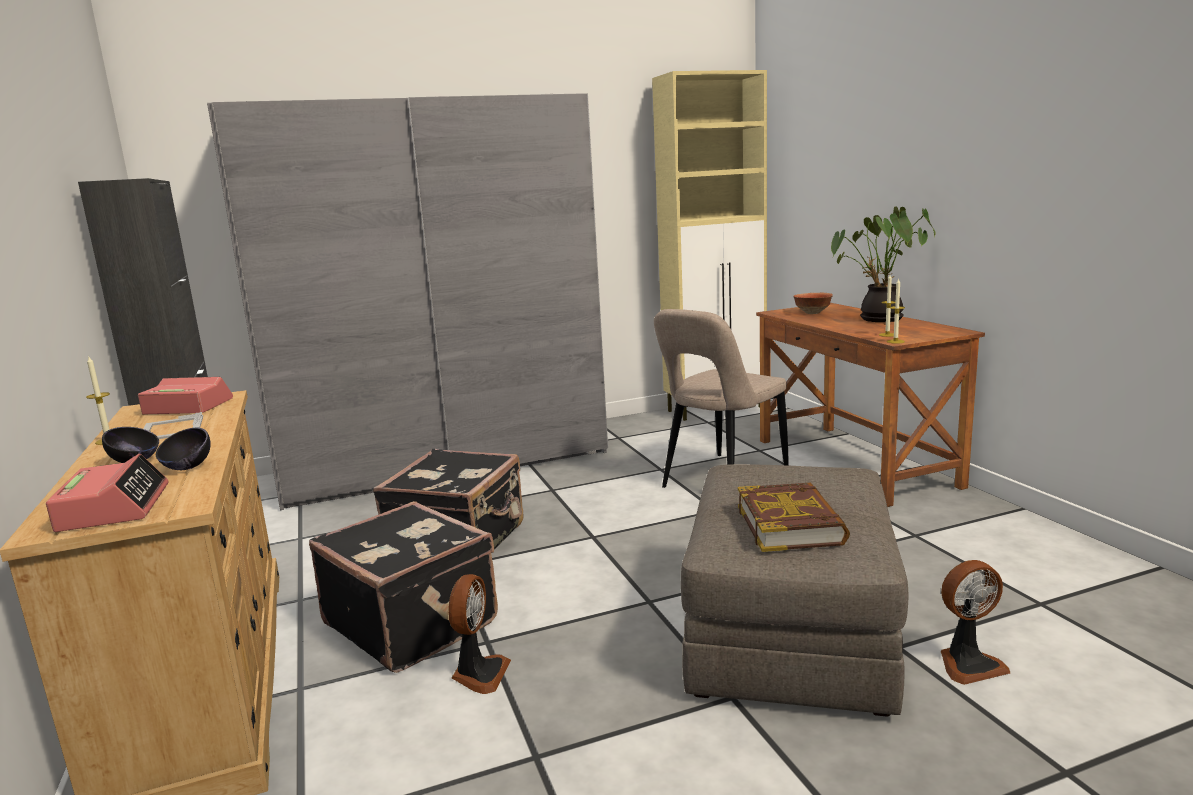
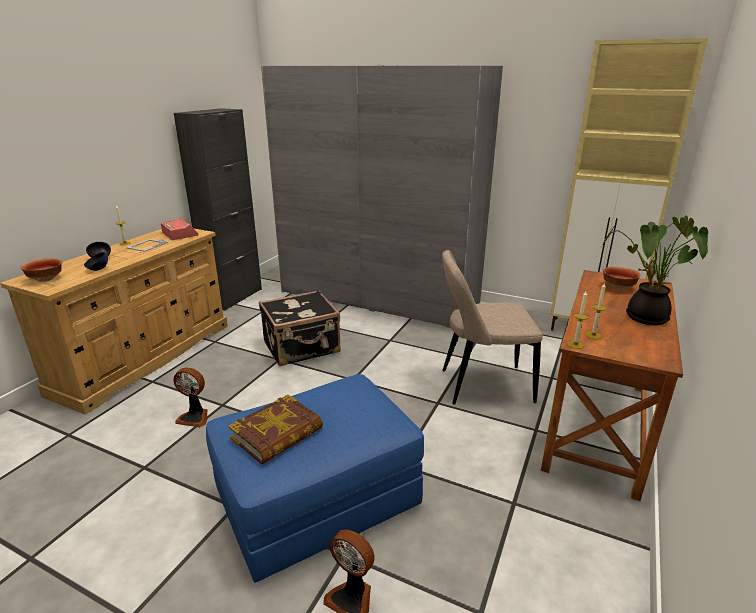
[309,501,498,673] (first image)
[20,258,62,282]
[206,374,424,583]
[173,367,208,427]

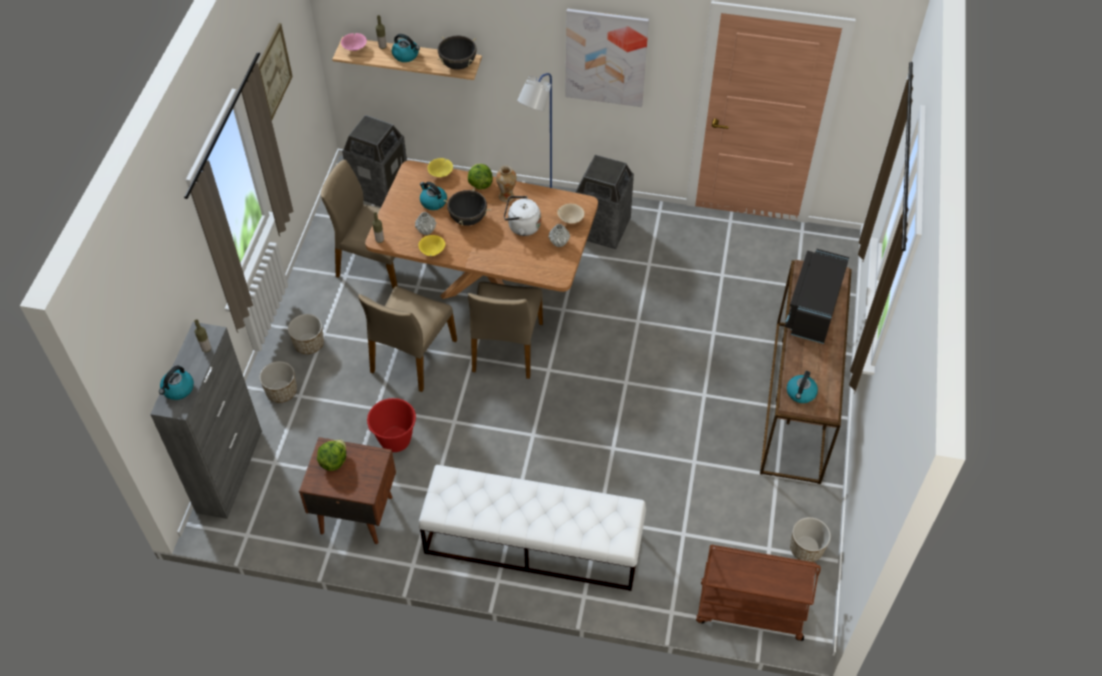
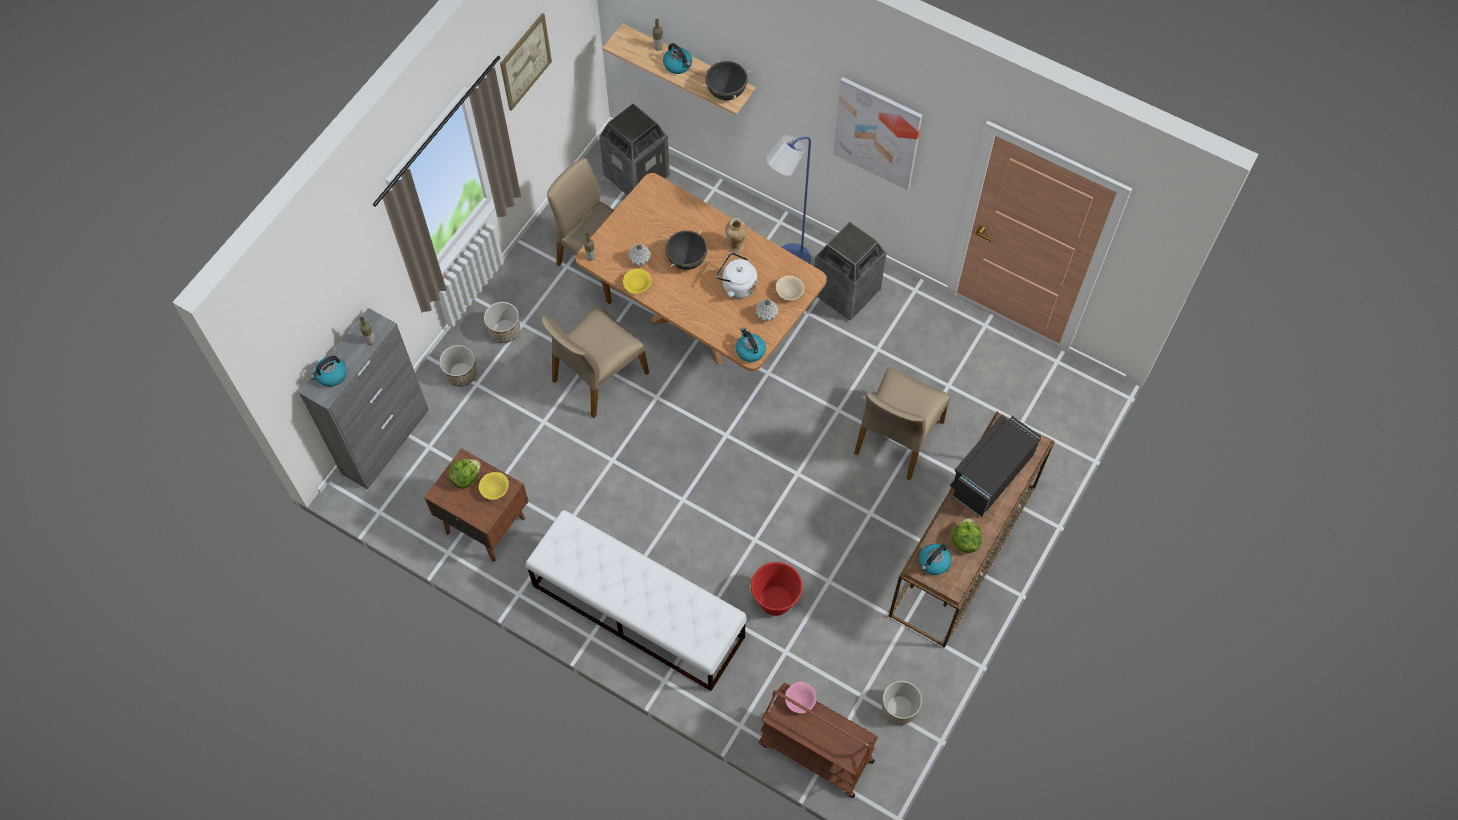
[785,682,816,713]
[749,562,803,616]
[736,327,766,362]
[479,472,509,500]
[952,518,982,553]
[854,367,950,480]

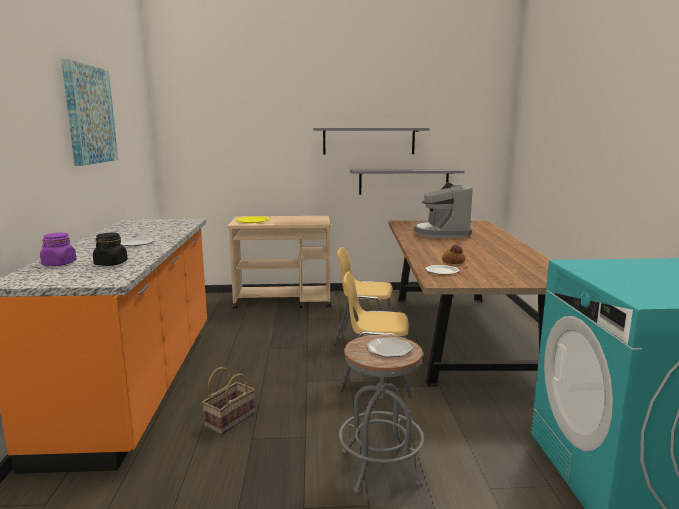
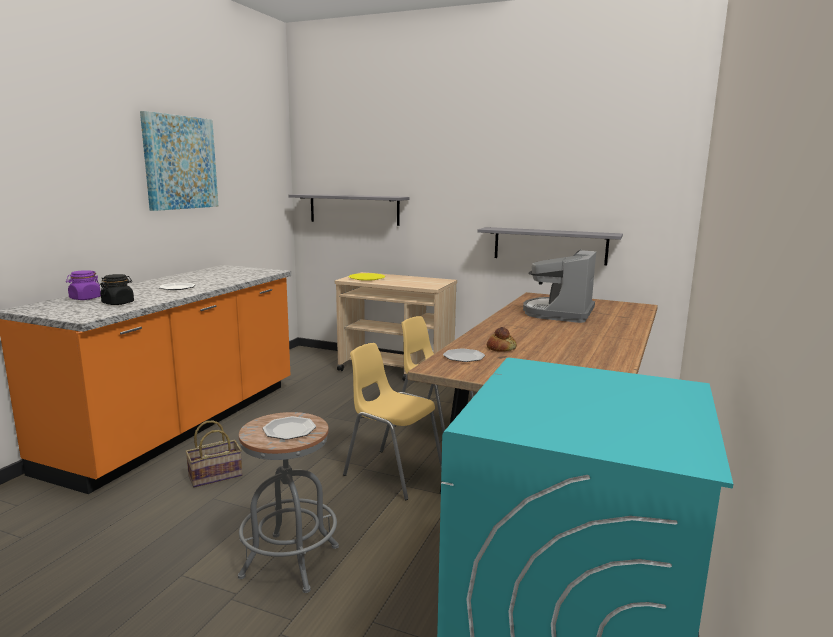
[289,194,410,226]

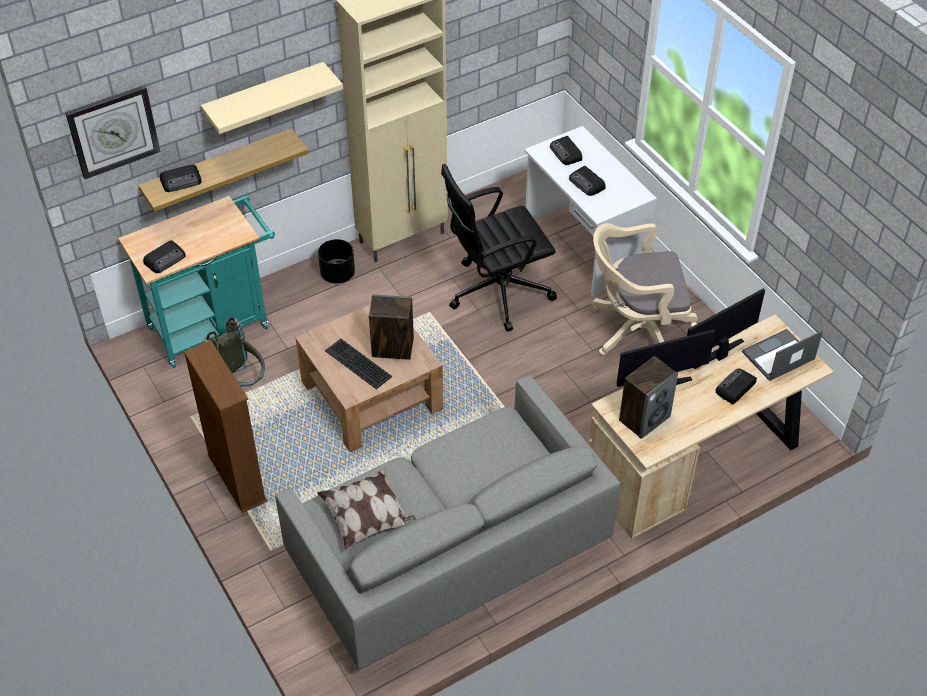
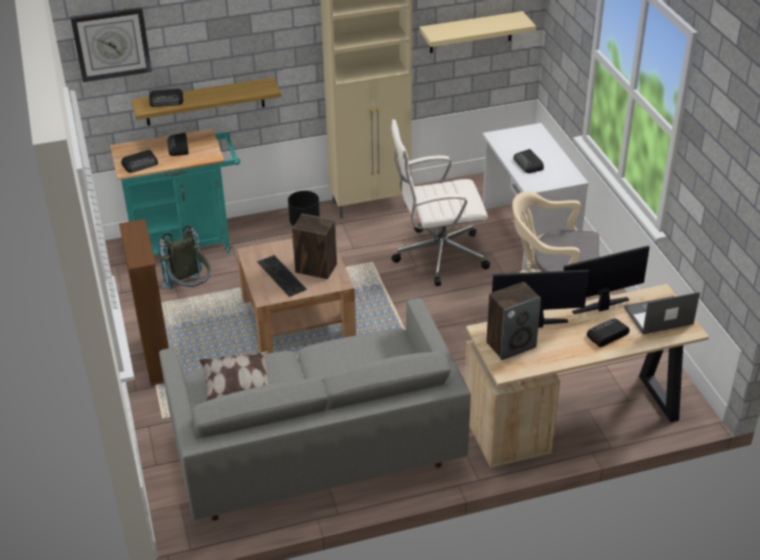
[419,11,536,53]
[167,133,189,156]
[391,119,490,286]

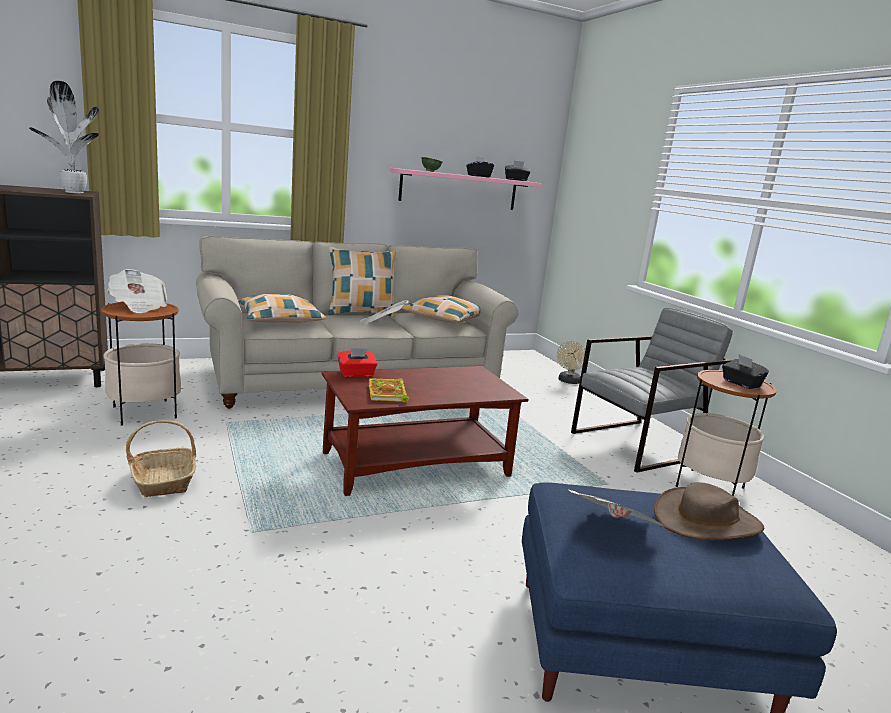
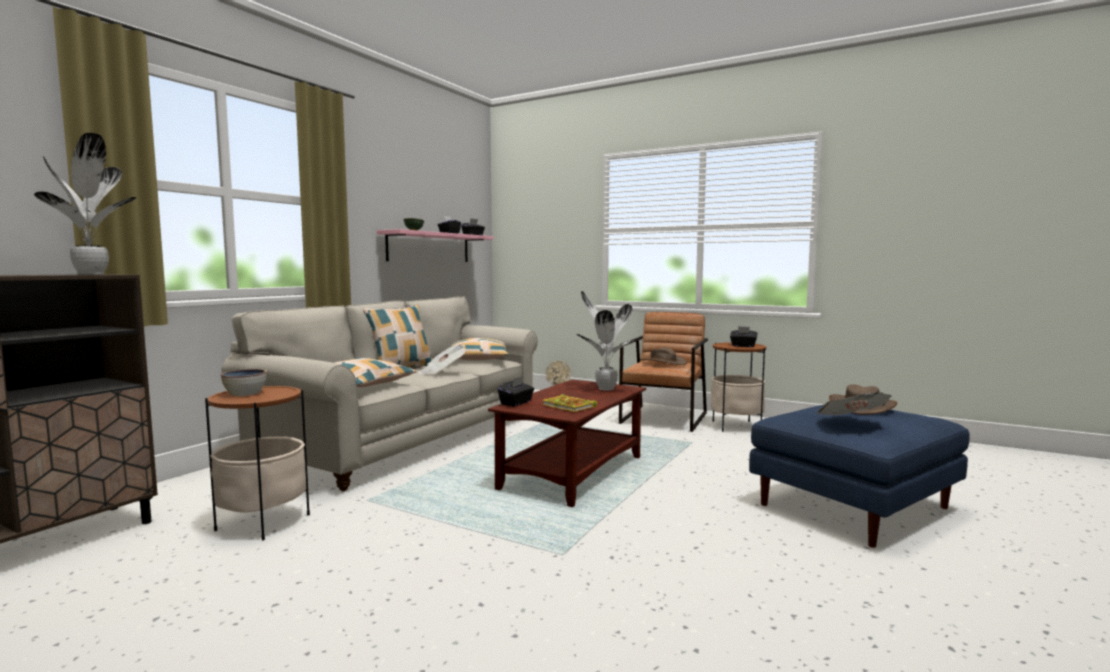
[126,420,196,497] (first image)
[576,291,634,391]
[640,347,687,365]
[221,369,267,396]
[497,376,534,406]
[619,312,708,432]

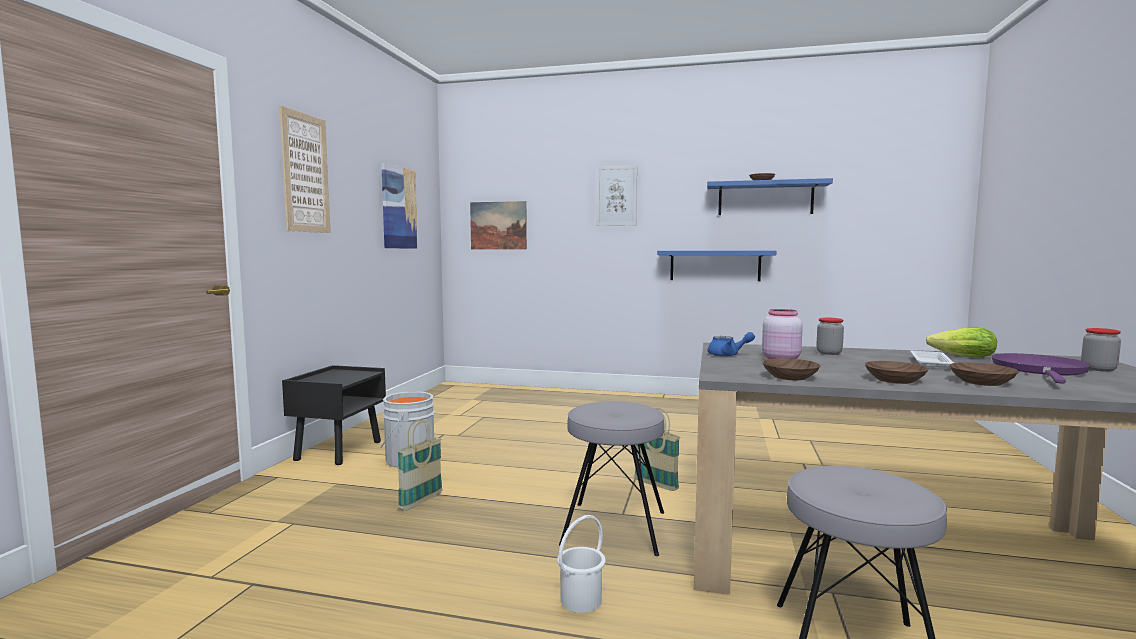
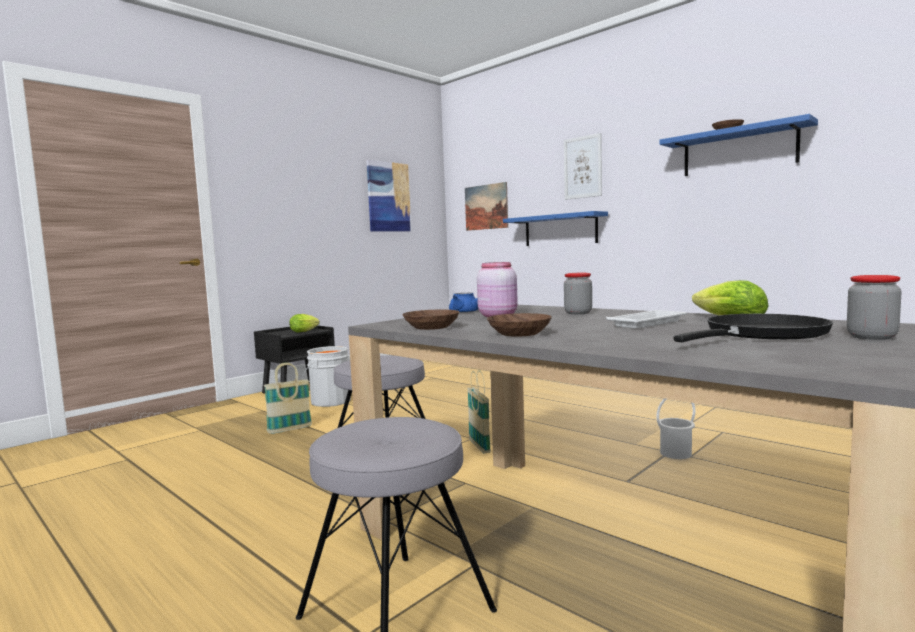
[280,106,331,233] (first image)
[950,362,1019,386] (first image)
[289,314,320,332]
[656,398,695,459]
[503,211,608,246]
[673,314,833,342]

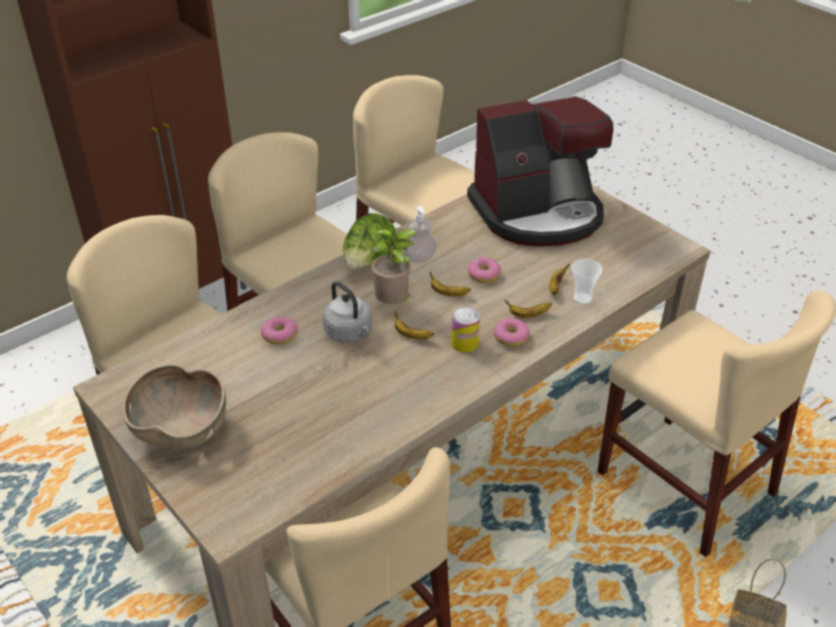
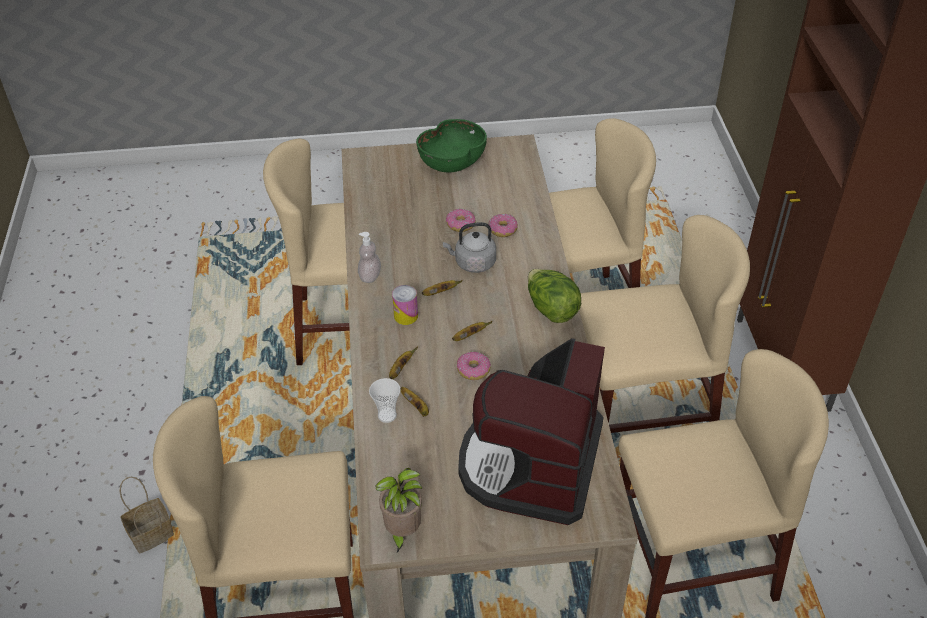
[375,468,422,553]
[358,232,381,283]
[446,209,476,232]
[416,119,487,173]

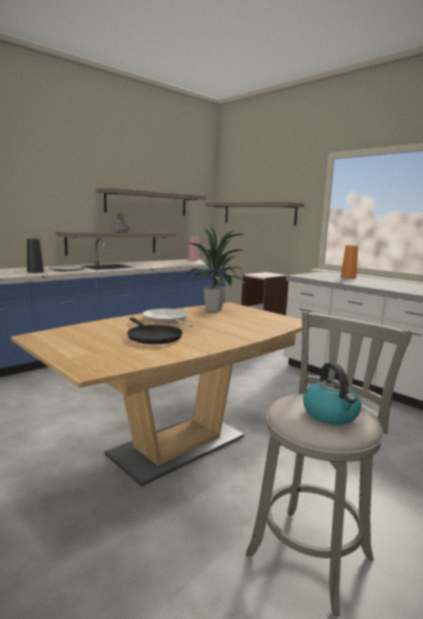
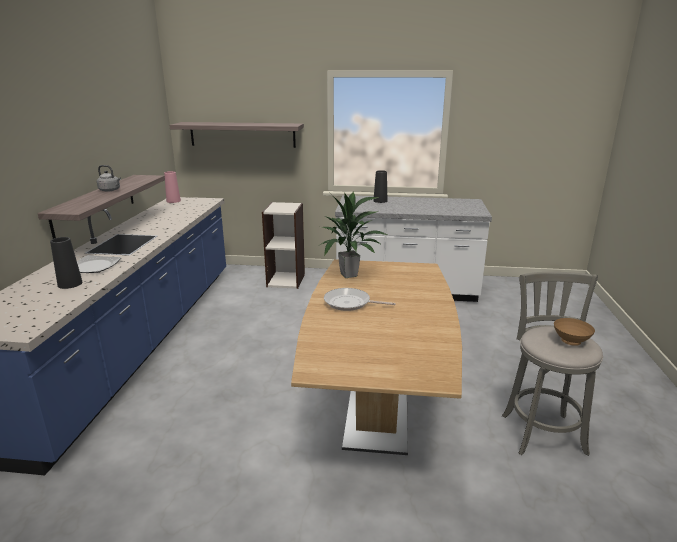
[96,188,206,216] (first image)
[127,317,183,344] (first image)
[554,318,595,346]
[373,170,387,203]

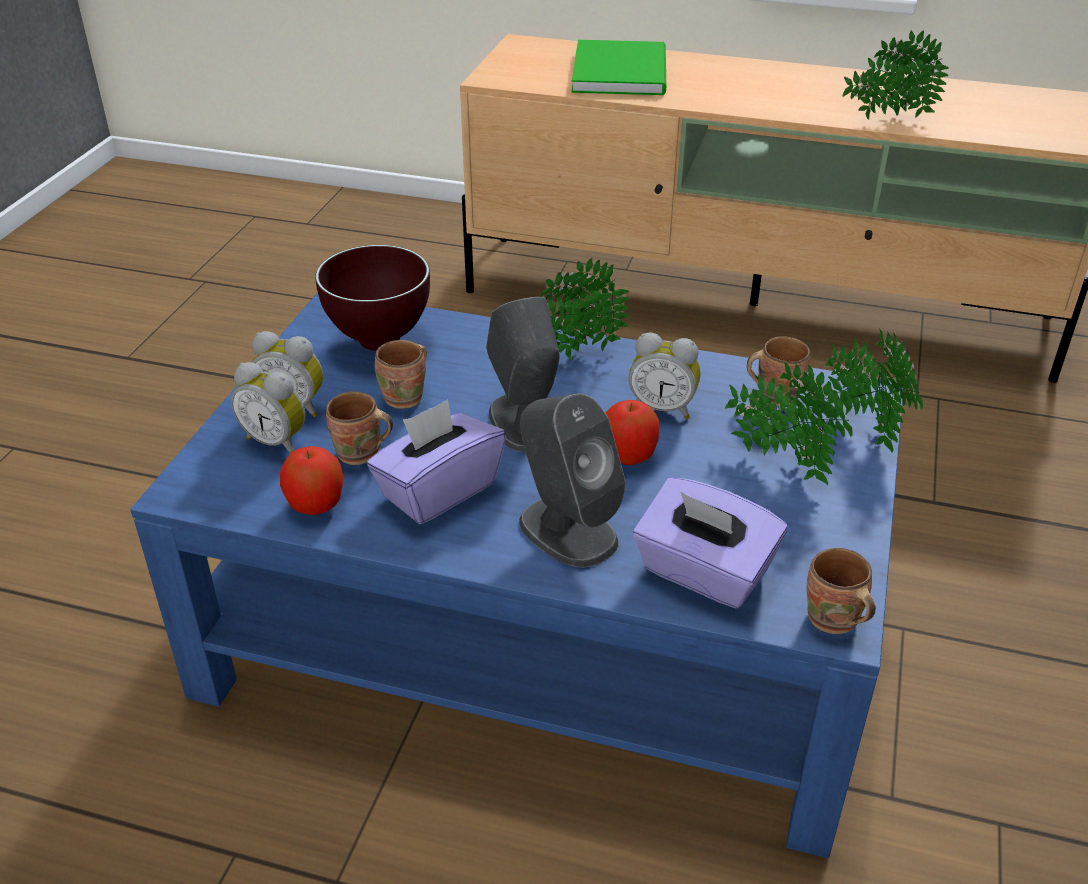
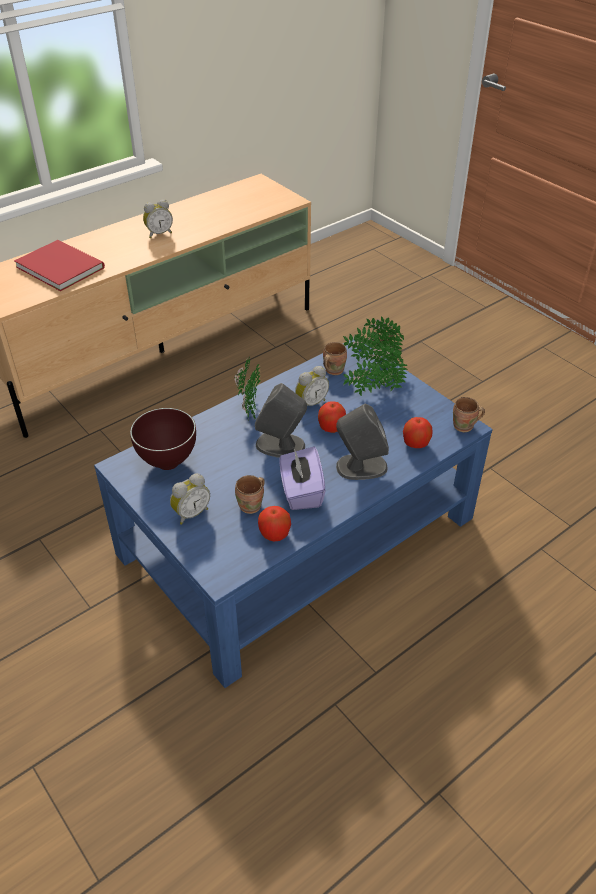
[375,340,427,409] (first image)
[842,30,949,120] (first image)
[143,200,173,238]
[403,417,432,448]
[14,240,105,291]

